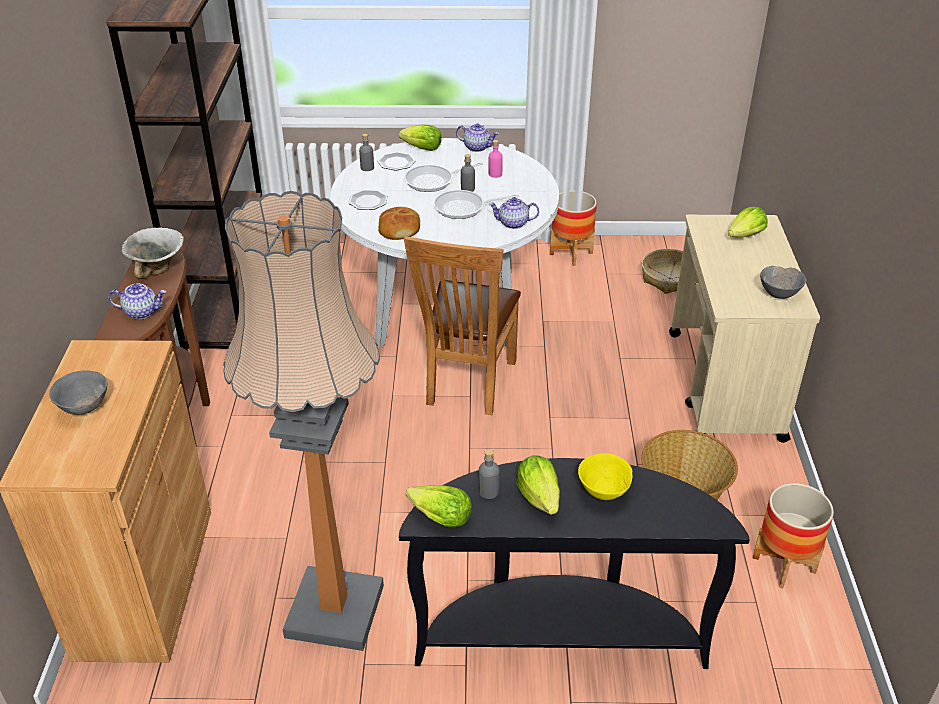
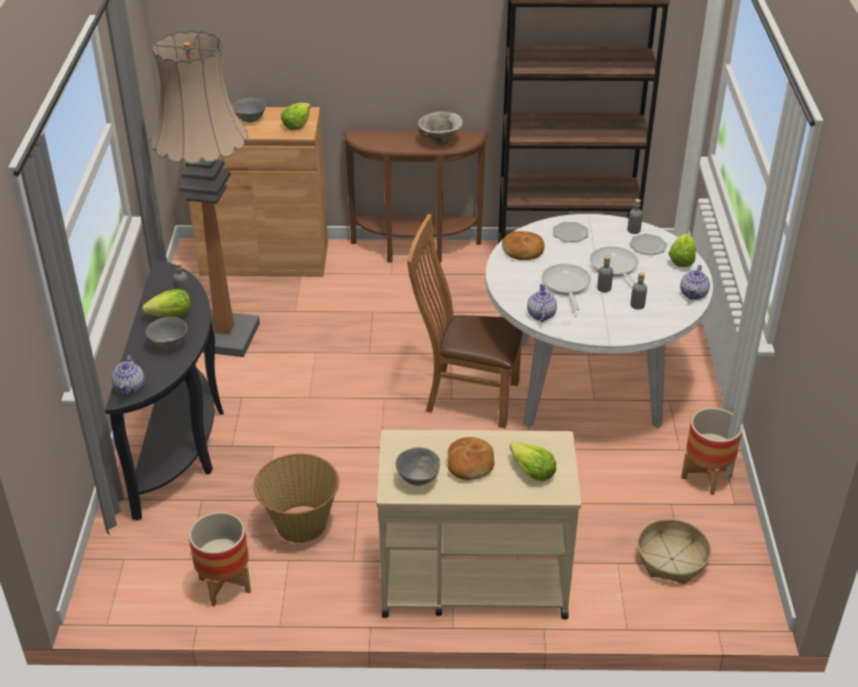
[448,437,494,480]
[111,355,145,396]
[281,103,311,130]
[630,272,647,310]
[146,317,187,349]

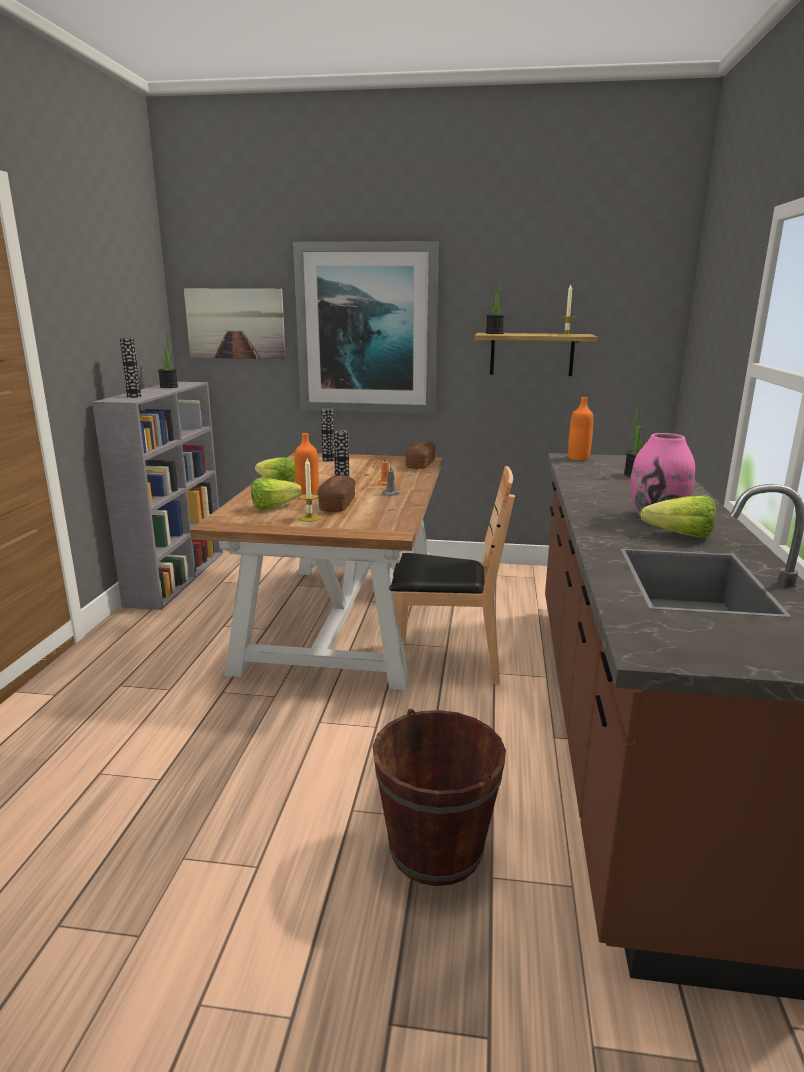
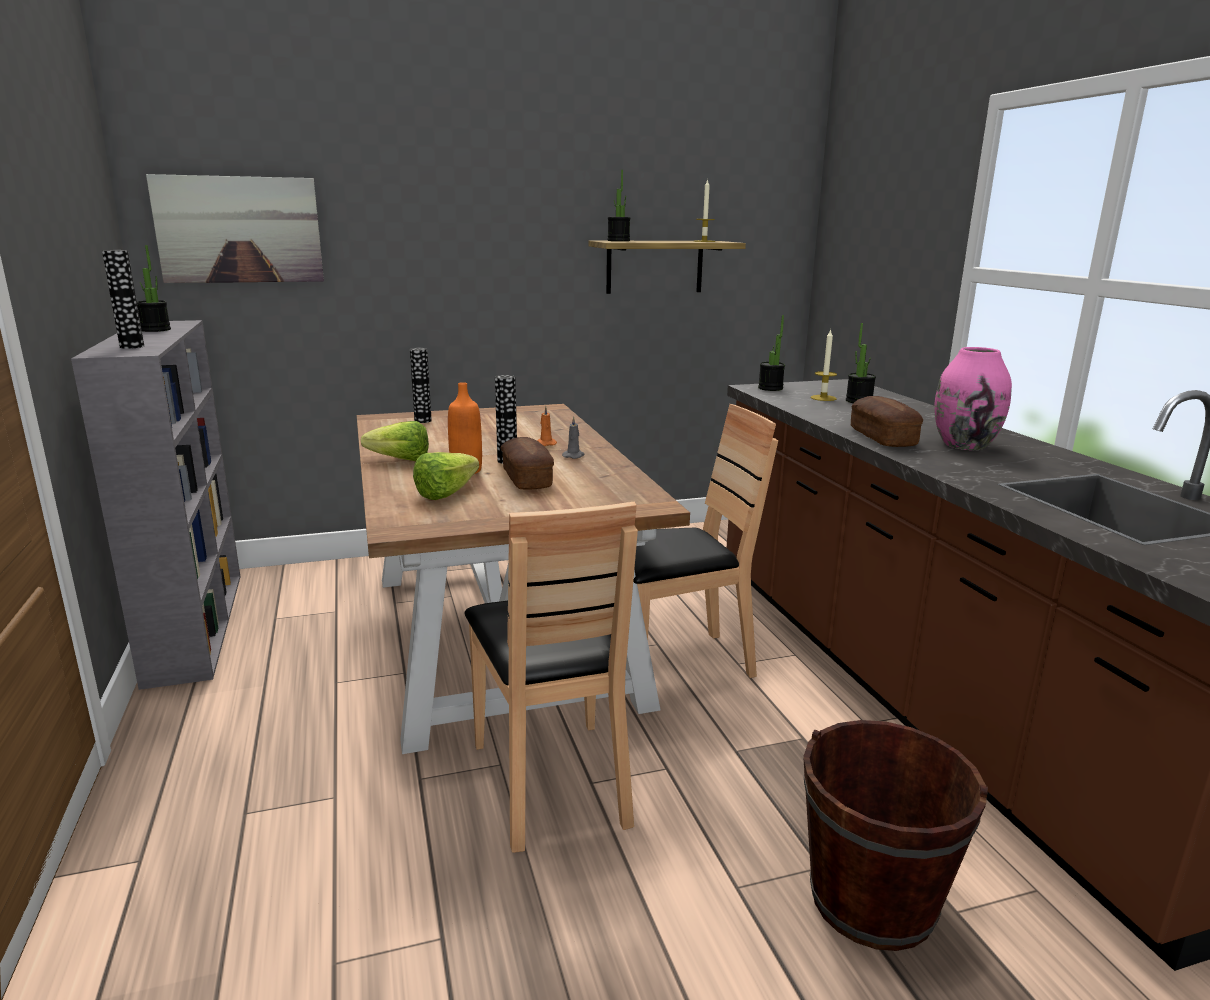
[293,241,439,414] (first image)
[640,495,716,538] (first image)
[465,502,638,853]
[811,329,837,401]
[851,396,923,447]
[758,315,785,391]

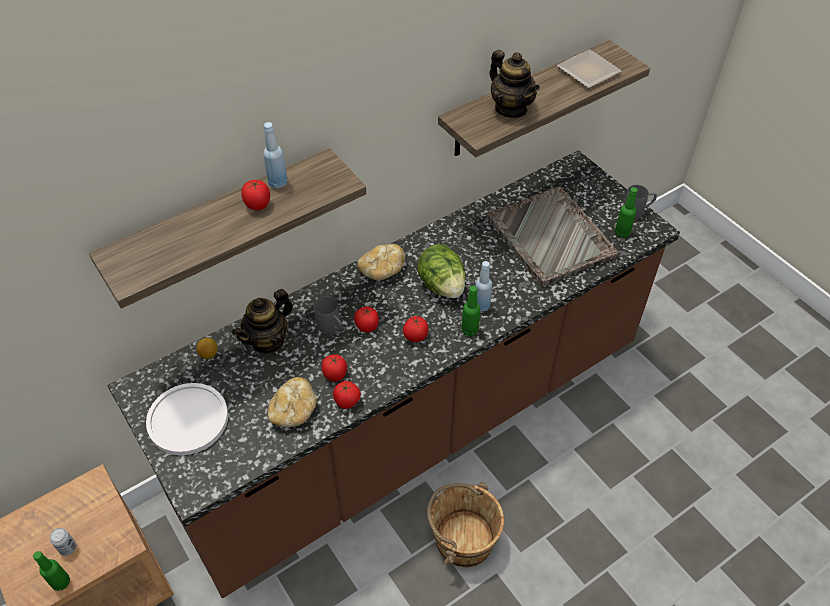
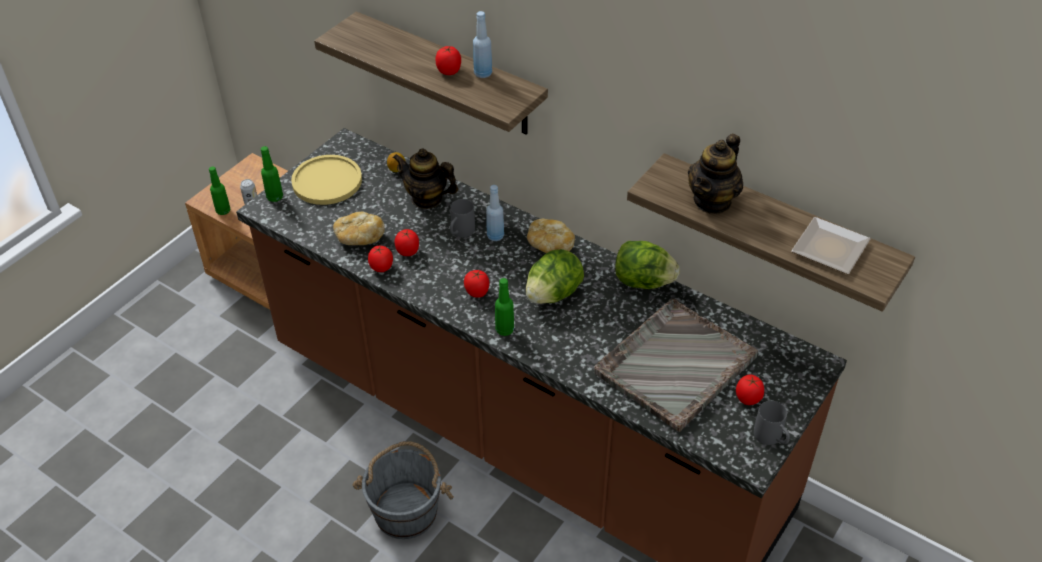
[615,241,680,289]
[736,375,764,405]
[486,185,504,241]
[261,146,283,202]
[291,155,362,205]
[352,441,454,539]

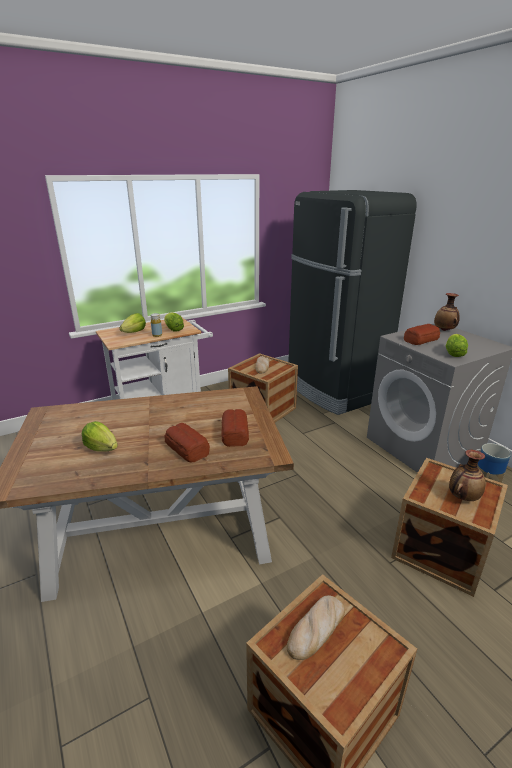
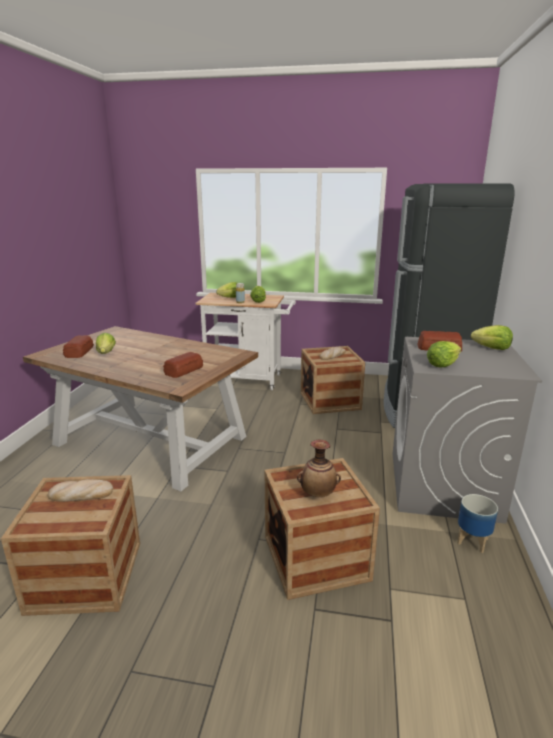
[63,335,94,358]
[471,325,513,350]

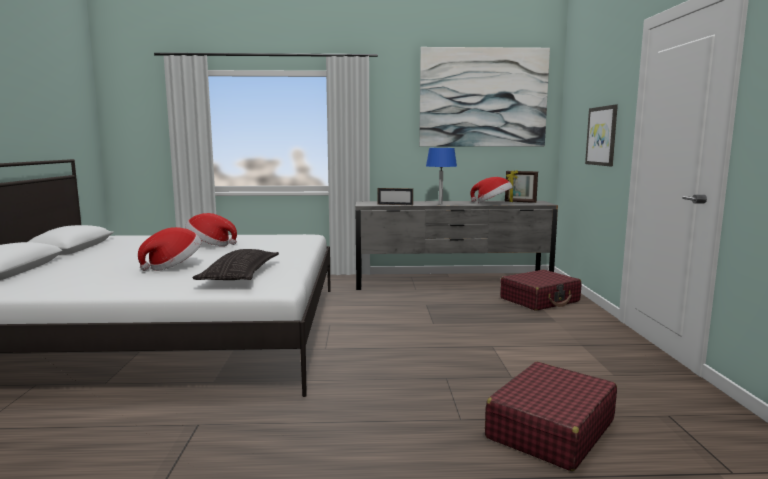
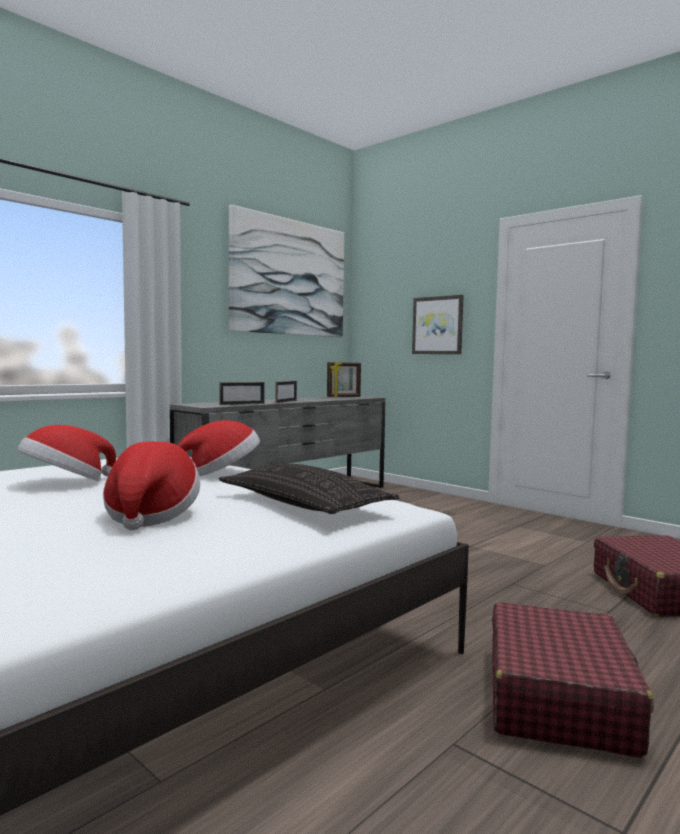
[178,420,260,476]
[492,602,654,758]
[275,381,297,403]

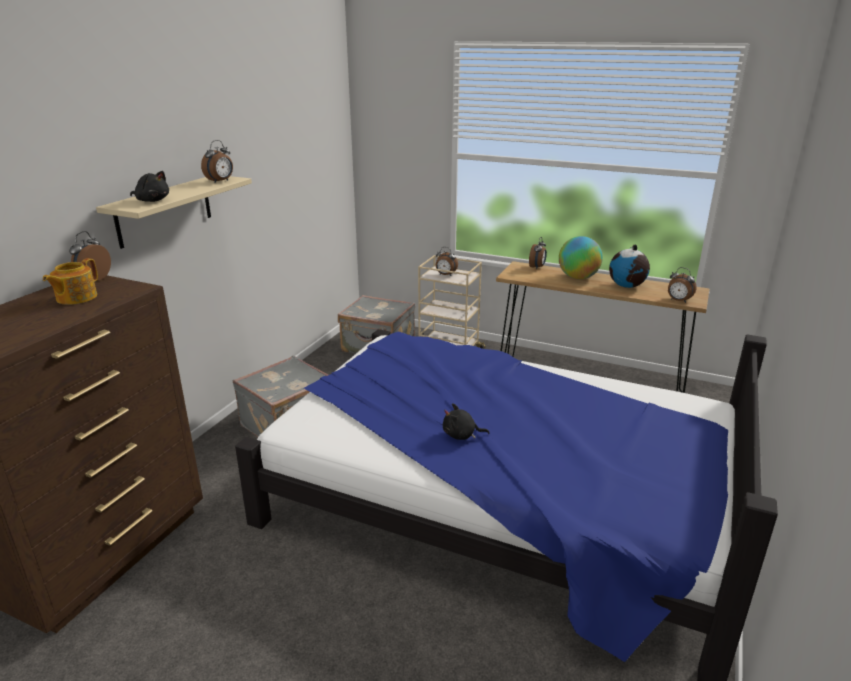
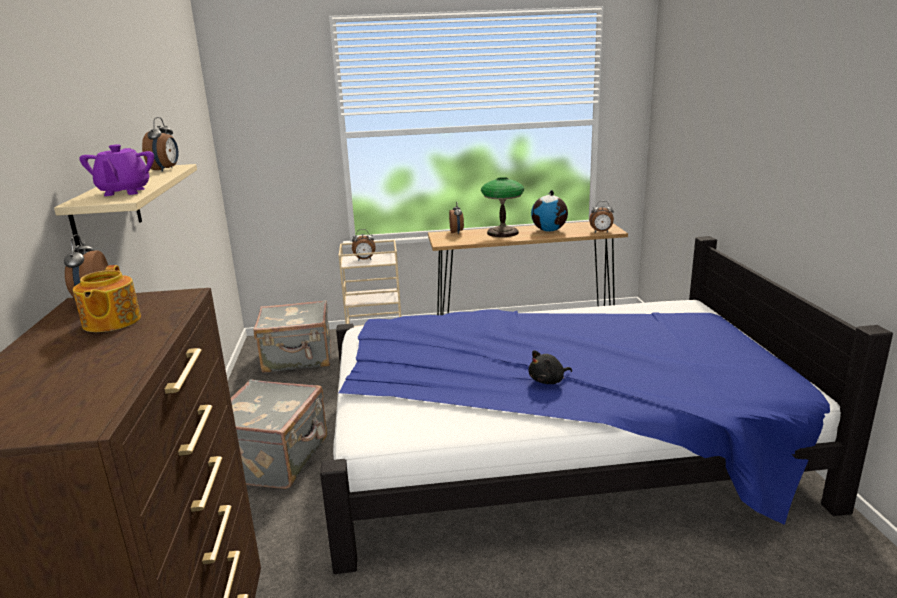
[79,145,154,196]
[481,177,524,237]

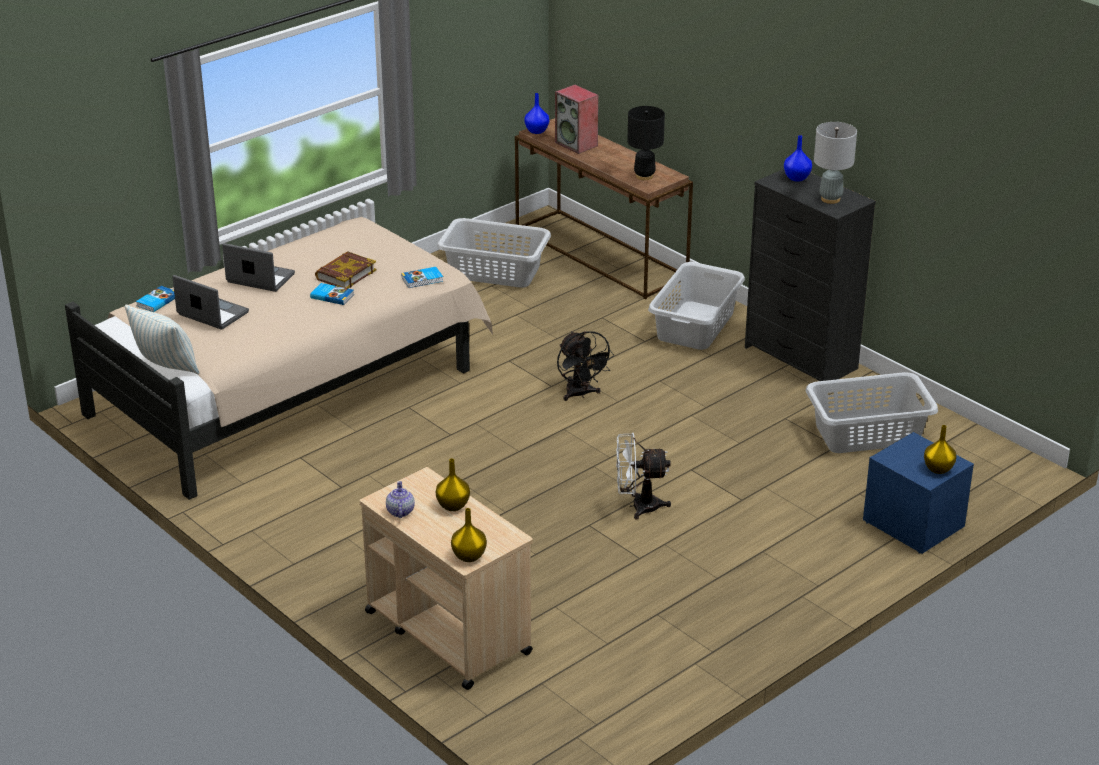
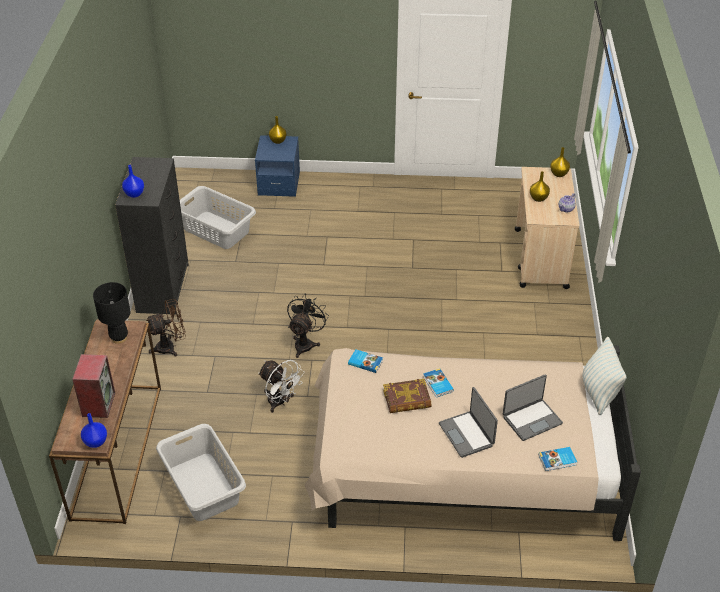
[814,122,857,204] (first image)
[258,360,305,413]
[146,299,186,357]
[503,374,563,441]

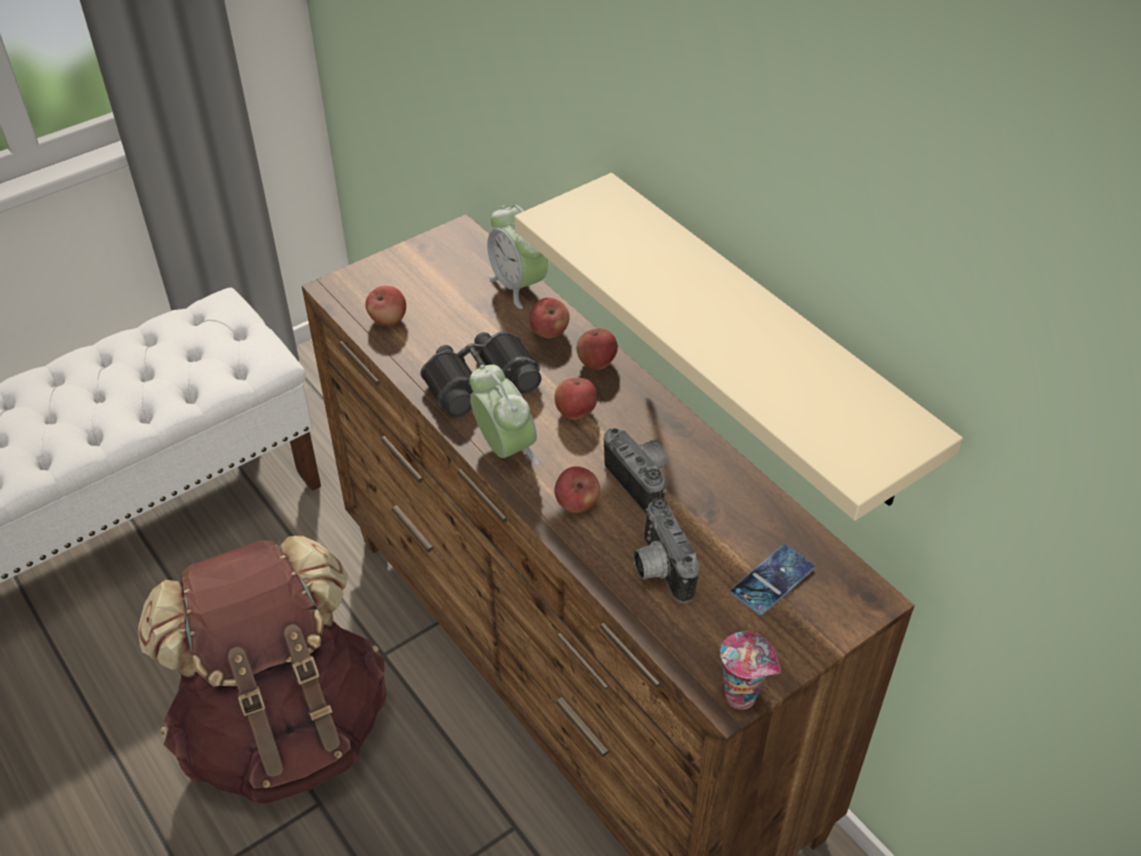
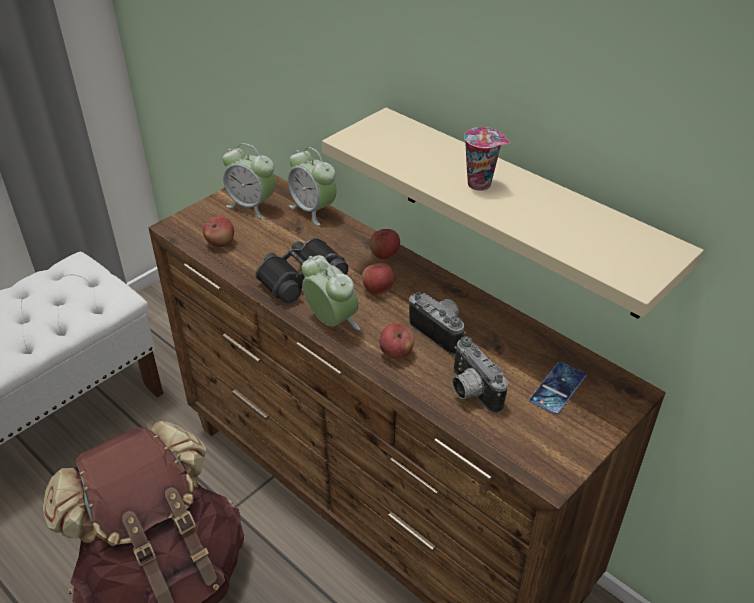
[529,298,570,338] (first image)
[222,143,275,219]
[464,127,509,191]

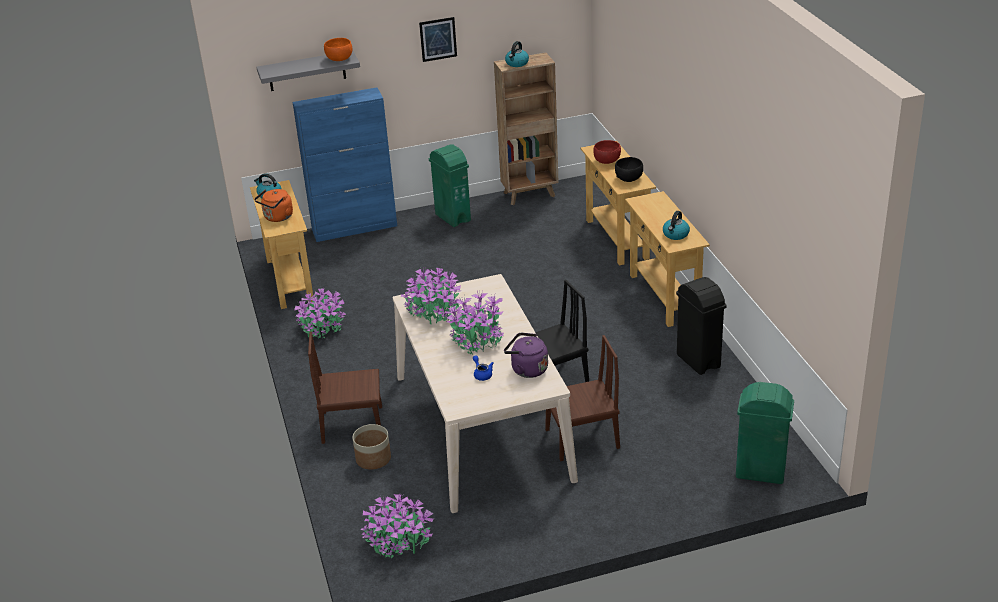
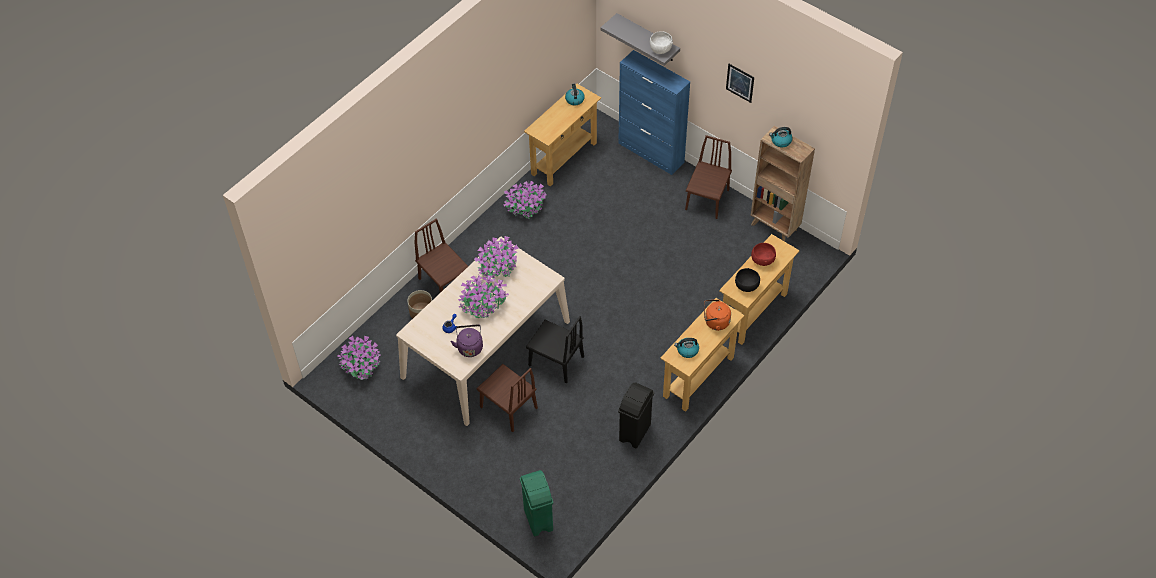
[704,299,731,331]
[685,135,732,219]
[650,31,673,54]

